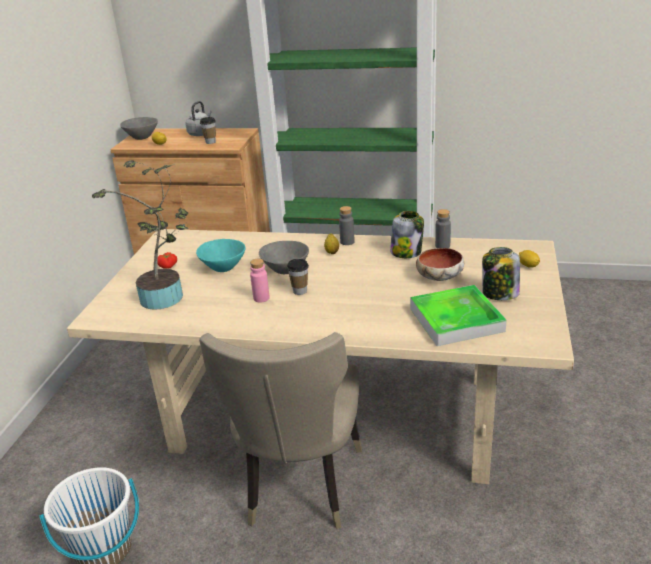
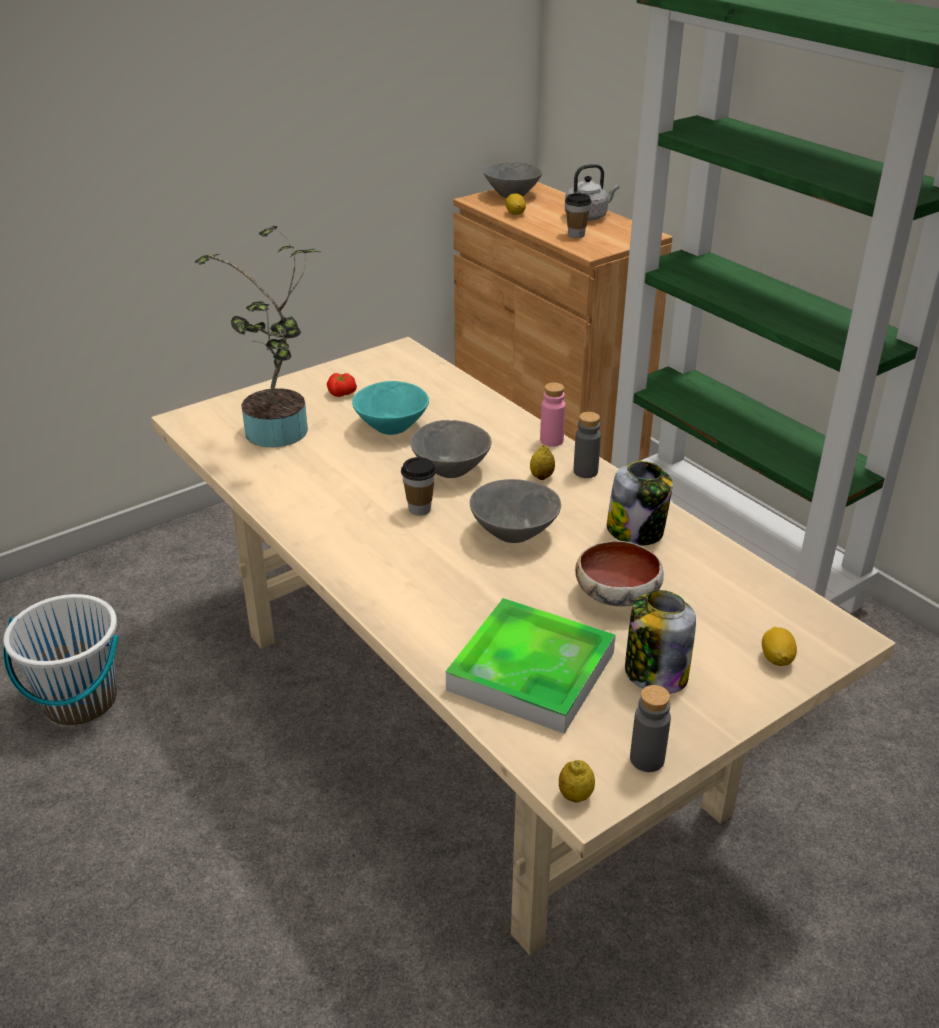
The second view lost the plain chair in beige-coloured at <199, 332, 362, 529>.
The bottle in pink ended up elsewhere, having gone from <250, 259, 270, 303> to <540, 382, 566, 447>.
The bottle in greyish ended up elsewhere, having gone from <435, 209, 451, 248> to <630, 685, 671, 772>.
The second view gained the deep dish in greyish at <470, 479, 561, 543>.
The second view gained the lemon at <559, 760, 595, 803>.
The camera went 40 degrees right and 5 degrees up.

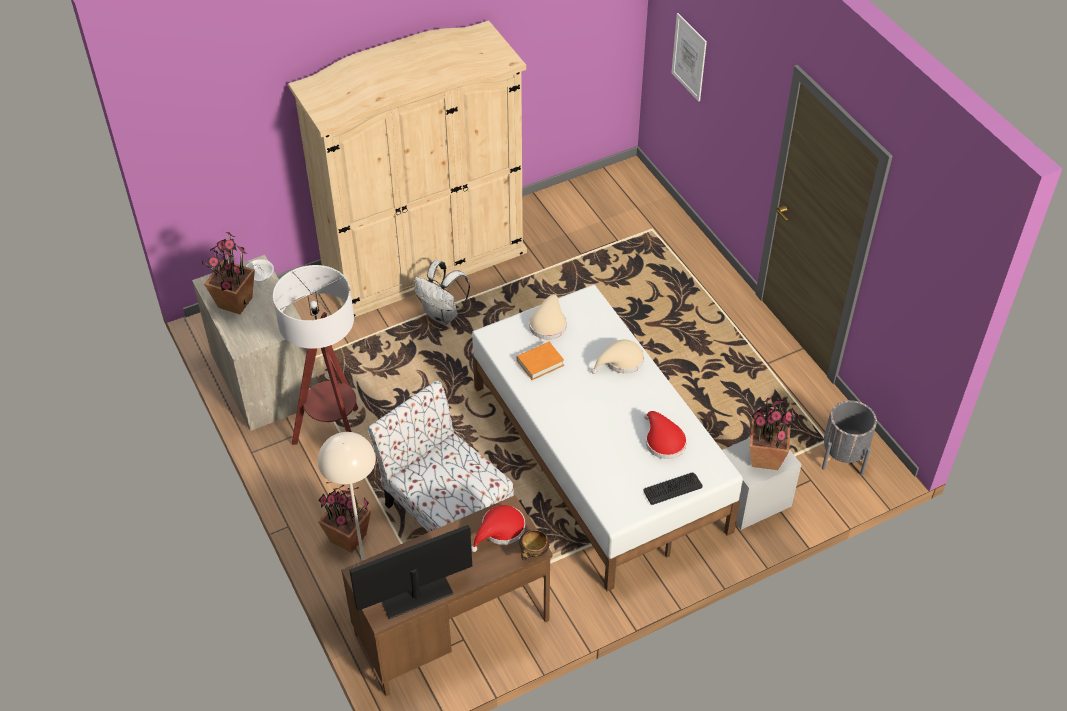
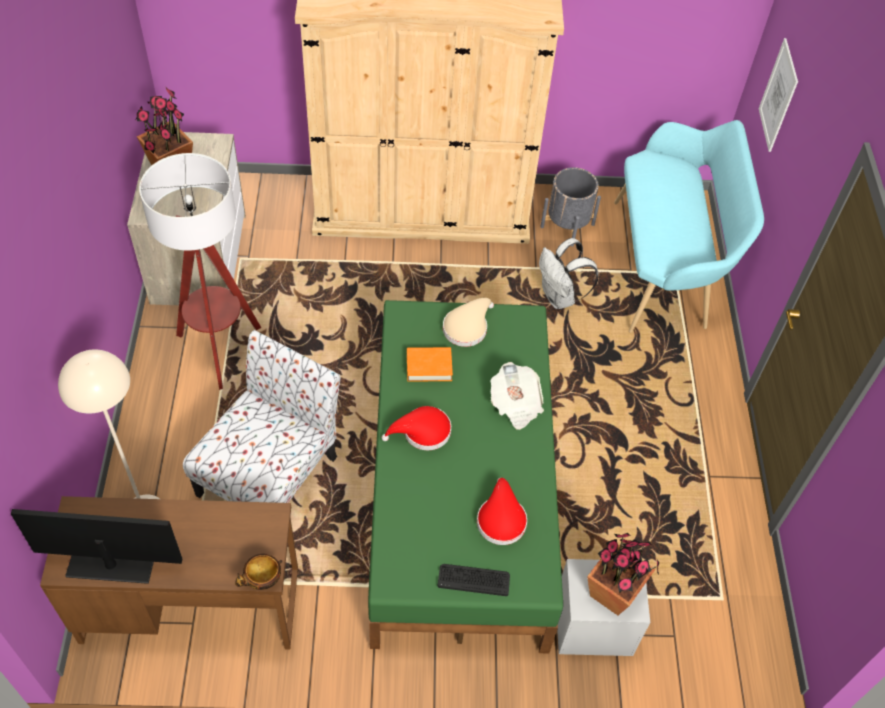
The second view lost the deep dish at <246, 259, 274, 282>.
The second view lost the potted plant at <318, 482, 371, 553>.
The plain chair at <368, 380, 514, 532> ended up facing another way, 45 degrees clockwise from before.
The backpack in white ended up elsewhere, having gone from <415, 260, 470, 325> to <539, 238, 599, 309>.
The clothing hat in red ended up elsewhere, having gone from <471, 505, 525, 552> to <382, 406, 451, 450>.
What was the sleeping bed in white at <472, 285, 743, 592> turned into the sleeping bed in green-coloured at <368, 300, 563, 654>.
Where the clothing hat in beige-coloured stood at <591, 339, 644, 374>, the newspaper came to stand at <491, 362, 544, 430>.
The plant pot in greyish ended up elsewhere, having gone from <822, 400, 877, 476> to <540, 167, 601, 247>.
The second view gained the long seat in turquoise at <614, 120, 764, 333>.
The camera went 25 degrees right and 5 degrees up.

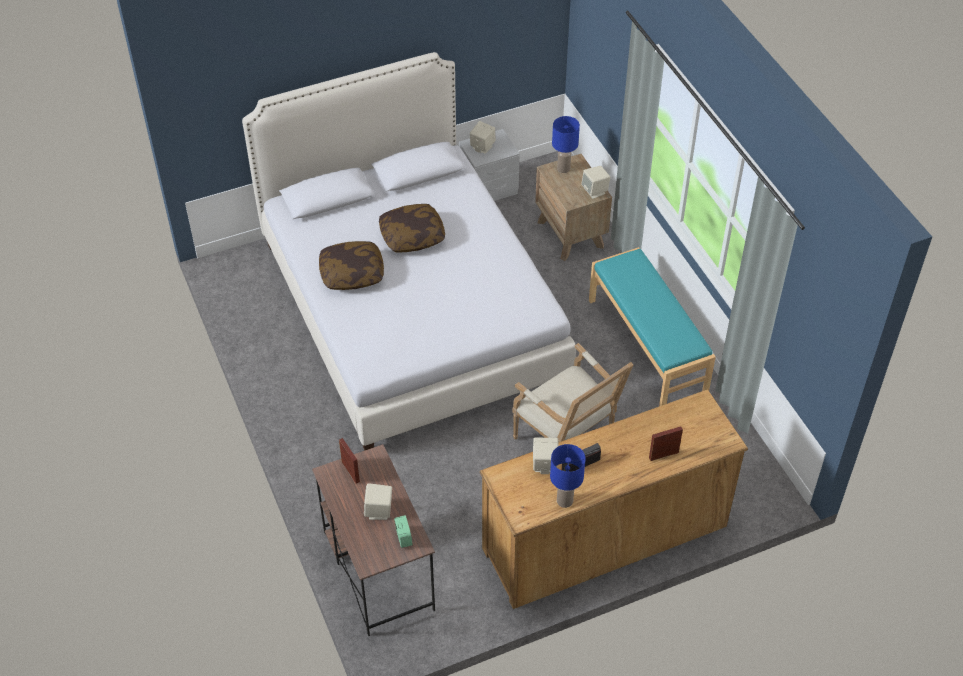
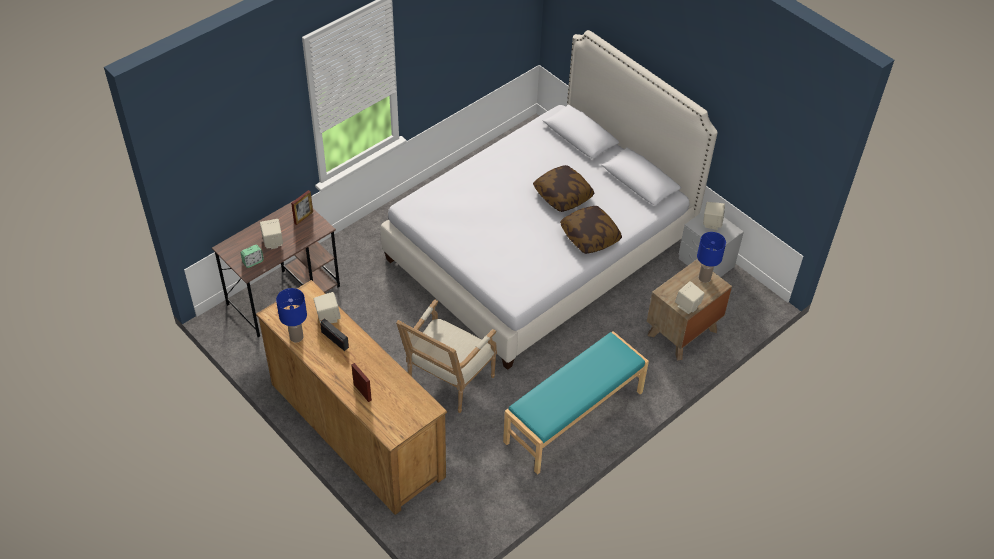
The cushion ended up elsewhere, having gone from <319, 241, 384, 290> to <560, 206, 622, 254>.
The camera went 70 degrees right and 0 degrees up.

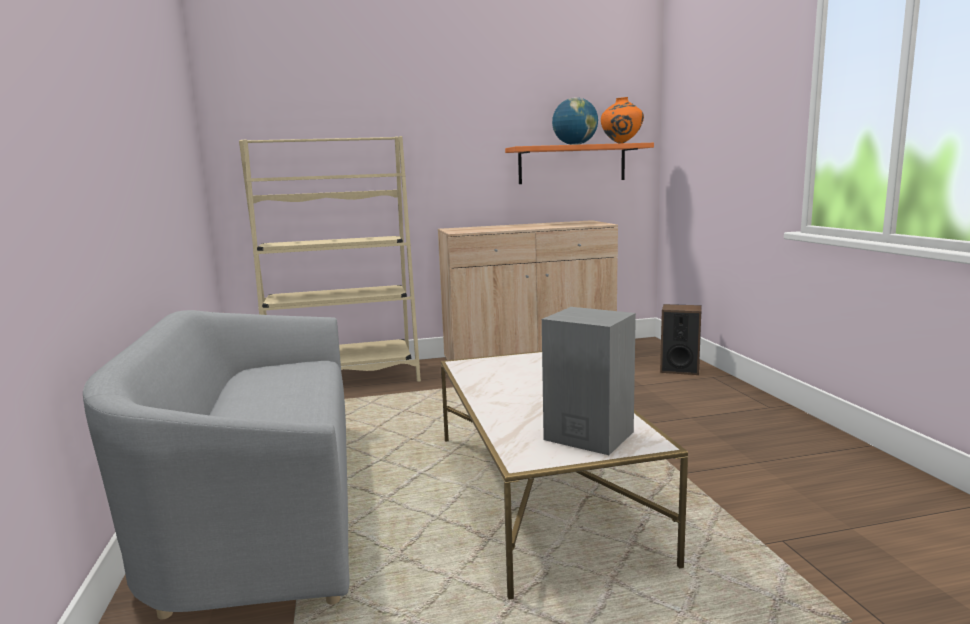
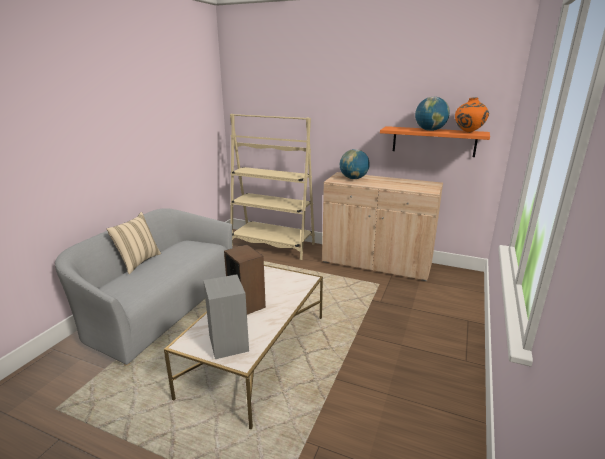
The audio speaker ended up elsewhere, having gone from <660, 304, 702, 375> to <224, 245, 266, 314>.
The second view gained the cushion in beige-coloured at <106, 212, 161, 274>.
The second view gained the world globe at <340, 149, 370, 179>.
The camera went 35 degrees right and 10 degrees up.

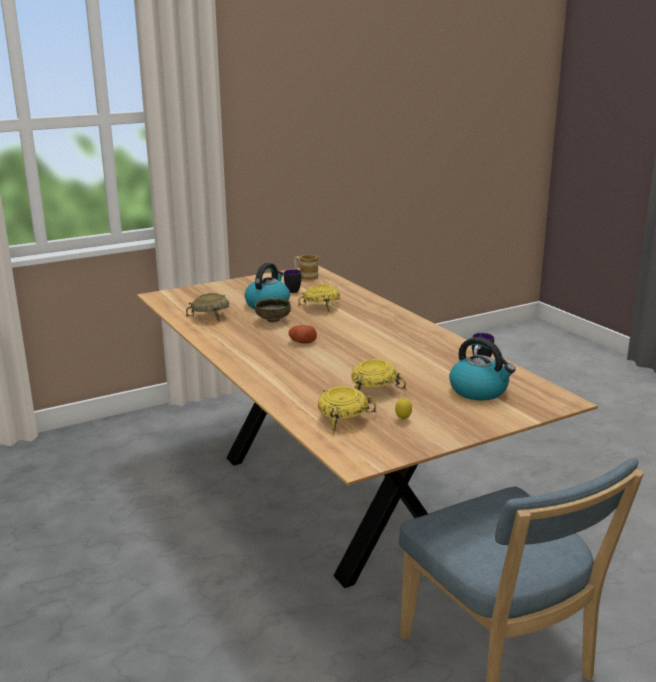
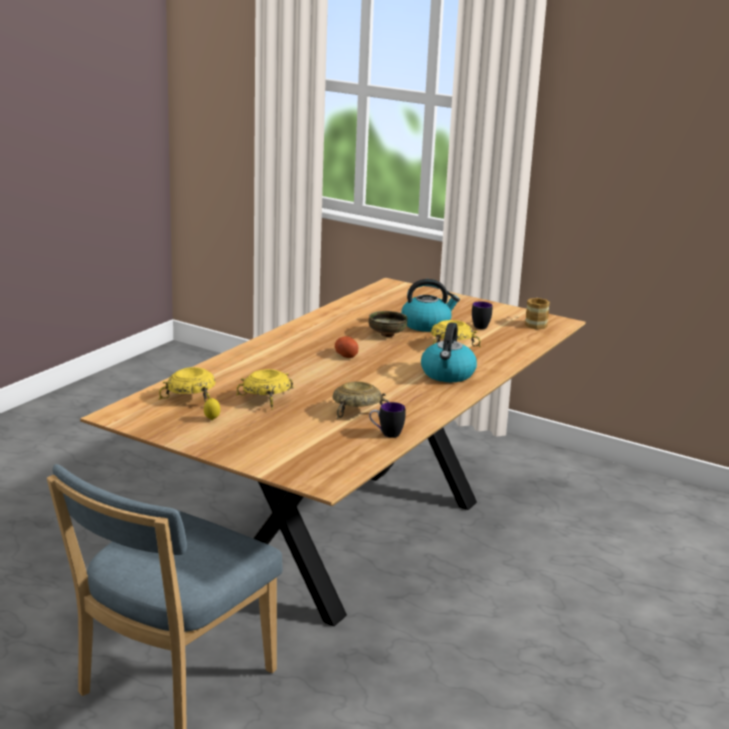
The deep dish in beige-coloured ended up elsewhere, having gone from <186, 293, 230, 322> to <332, 381, 389, 419>.
The kettle ended up elsewhere, having gone from <449, 337, 516, 400> to <421, 322, 477, 382>.
The camera went 60 degrees right and 0 degrees up.

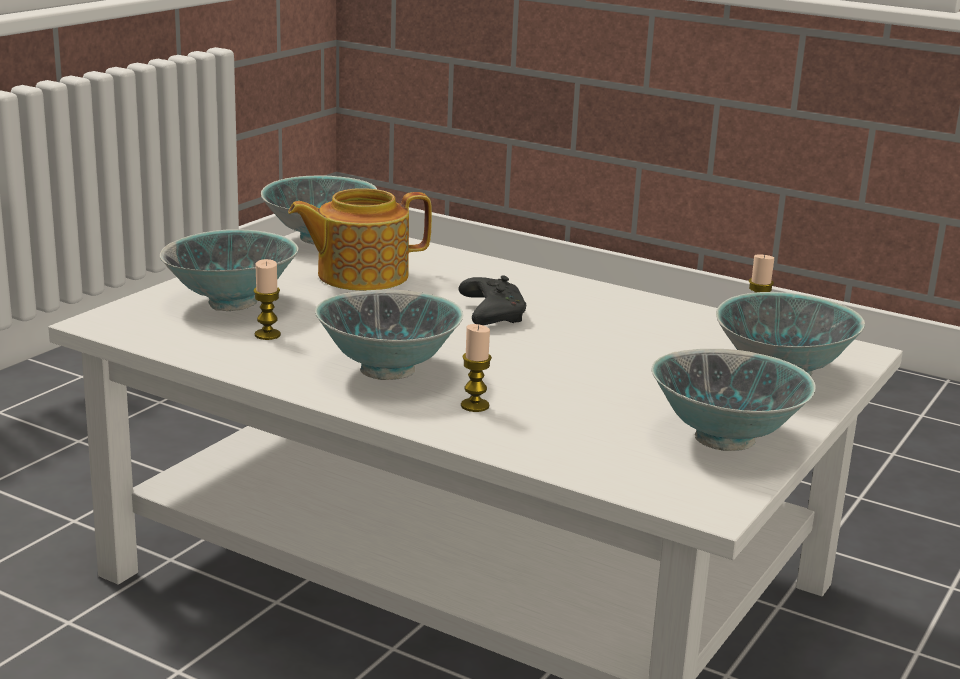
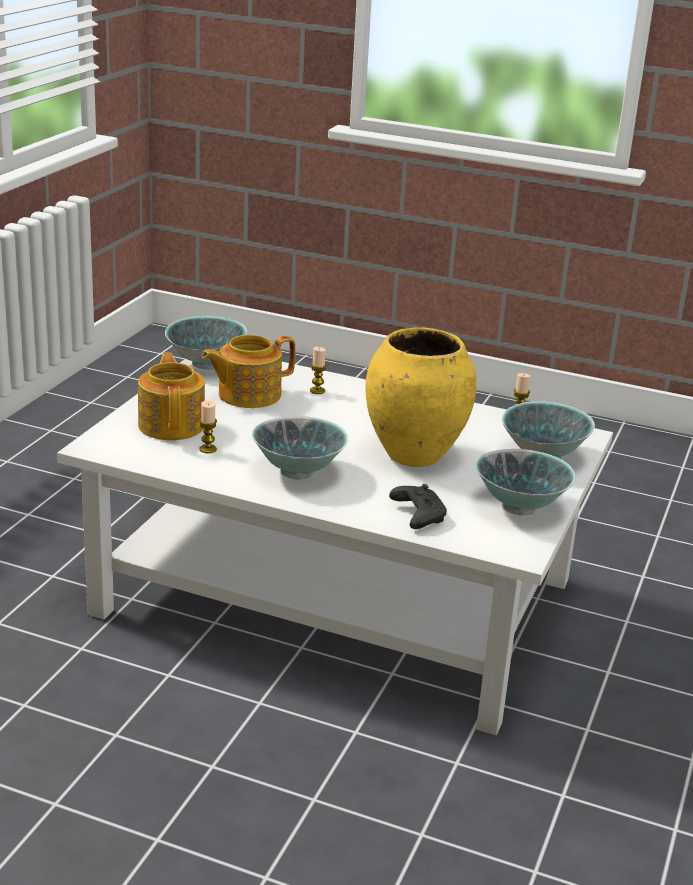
Where the deep dish stood at <160, 229, 298, 311>, the teapot came to stand at <138, 352, 205, 440>.
The joypad in black-coloured ended up elsewhere, having gone from <459, 275, 526, 325> to <389, 484, 447, 529>.
The wax candle ended up elsewhere, having gone from <461, 324, 492, 412> to <310, 347, 327, 394>.
The second view gained the decorative vase in yellow at <365, 327, 476, 467>.
The camera went 10 degrees left and 5 degrees up.

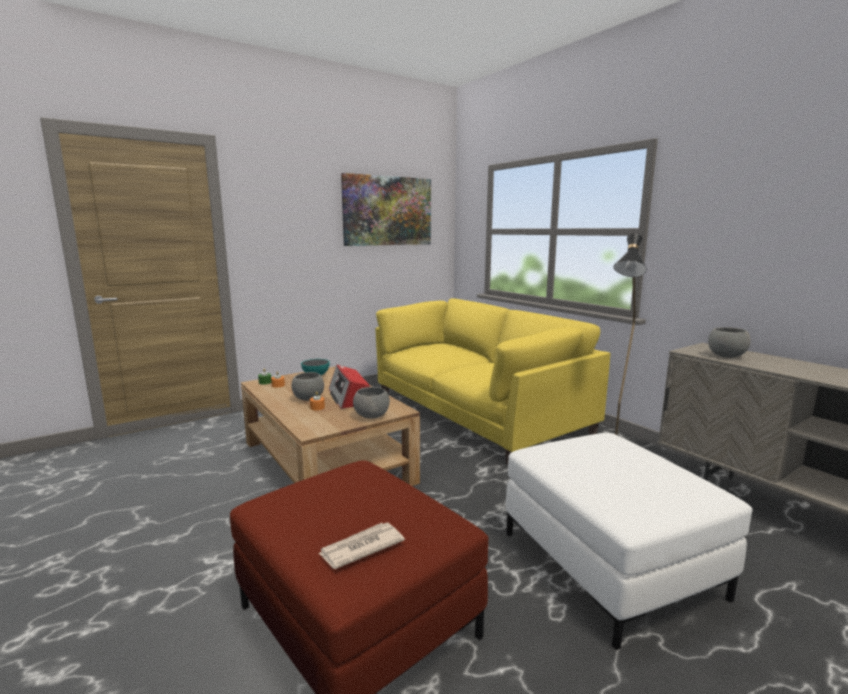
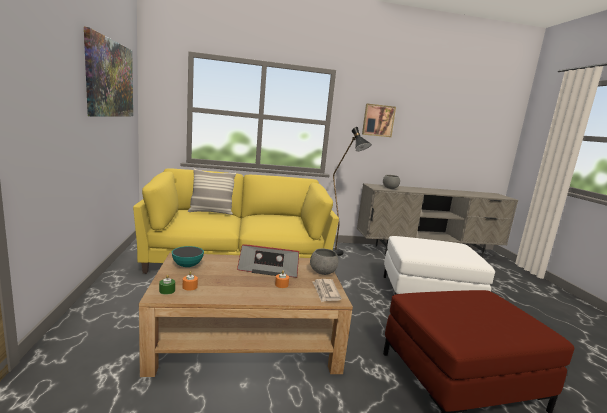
The second view lost the deep dish in greyish at <292, 372, 324, 401>.
The newspaper ended up elsewhere, having gone from <318, 523, 405, 569> to <312, 279, 342, 302>.
The second view gained the cushion at <188, 168, 236, 215>.
The second view gained the picture at <362, 104, 396, 137>.
The camera went 65 degrees left and 0 degrees up.

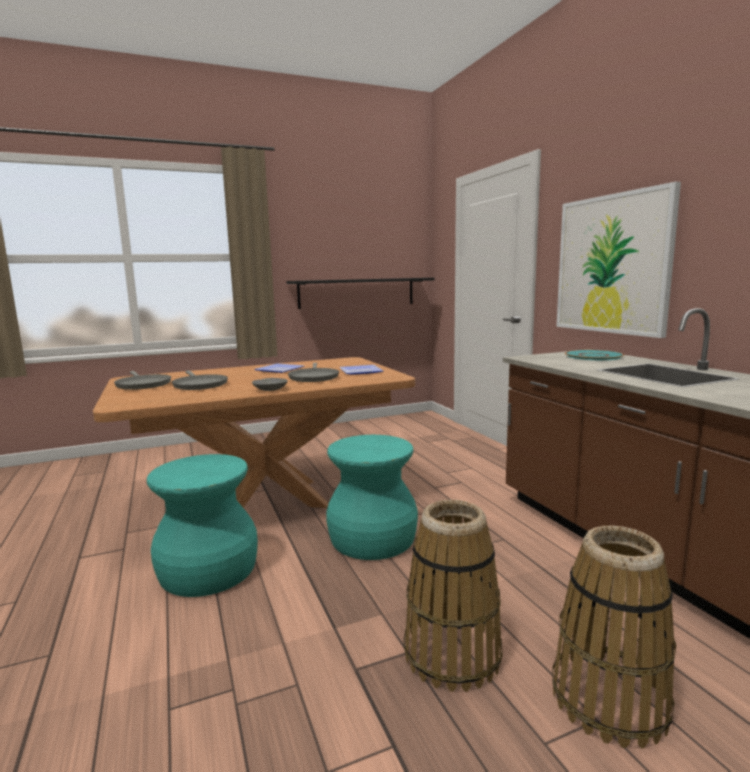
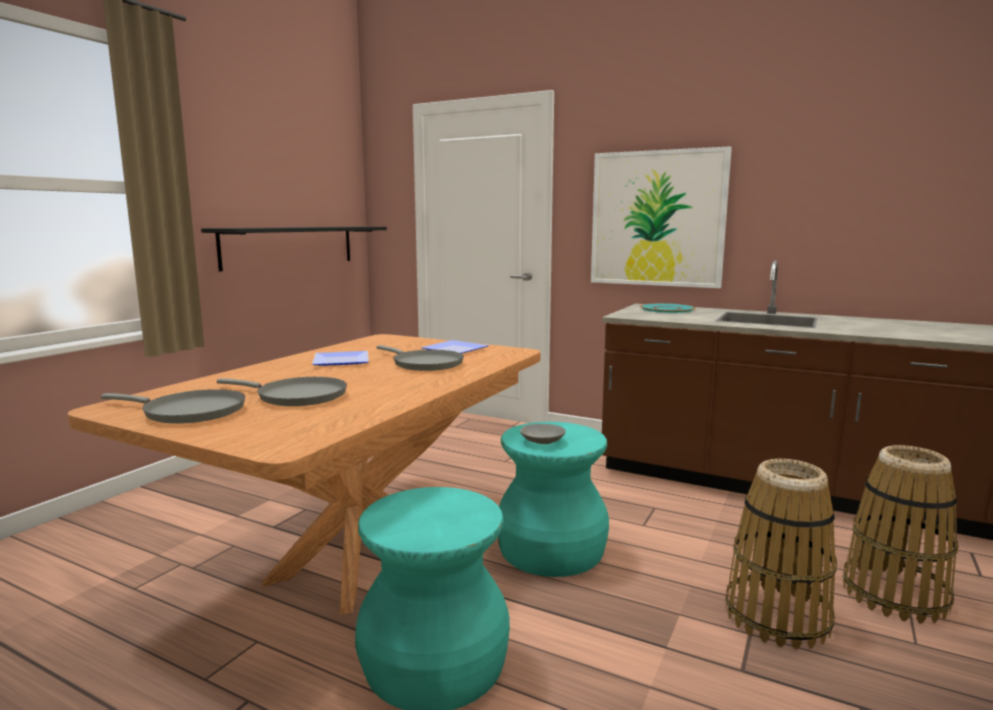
The deep dish in greyish ended up elsewhere, having gone from <252, 378, 288, 391> to <520, 424, 566, 444>.
The camera went 40 degrees left and 0 degrees up.

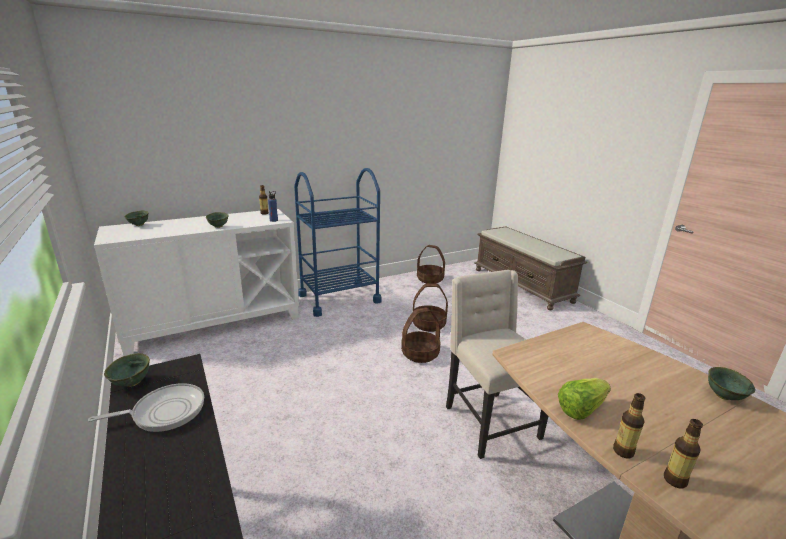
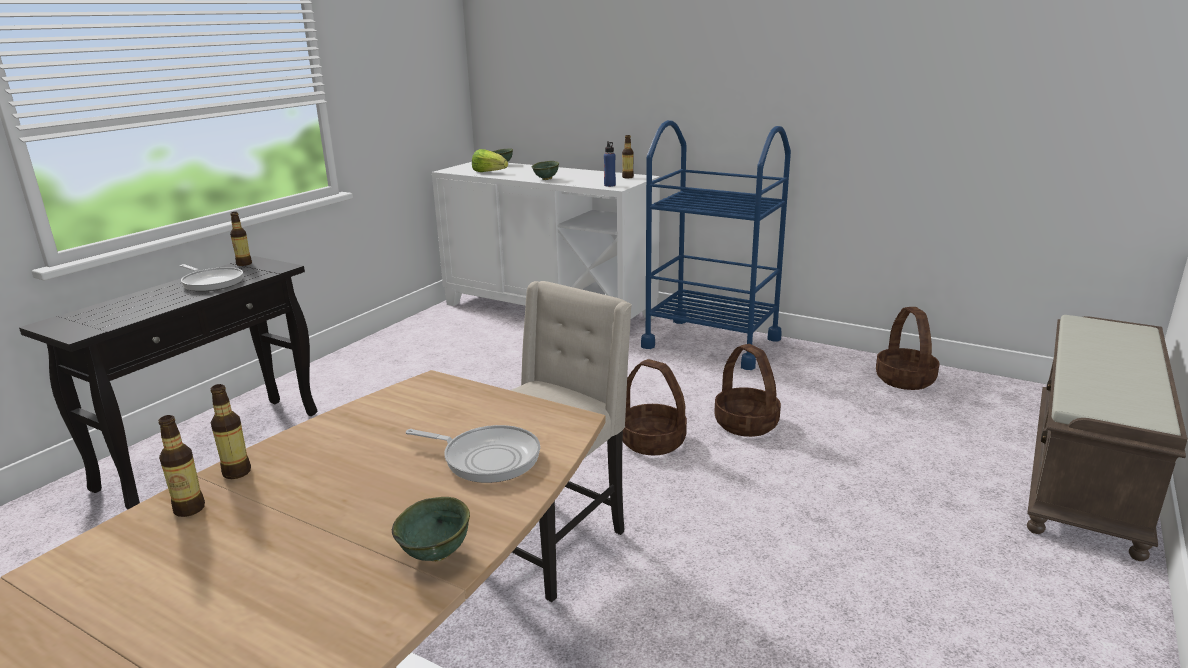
Where the deep dish in green-coloured stood at <104, 353, 150, 387>, the bottle came to stand at <230, 212, 252, 266>.
The lettuce head ended up elsewhere, having gone from <558, 378, 611, 420> to <472, 149, 508, 172>.
The second view gained the skillet at <406, 425, 540, 483>.
The camera went 60 degrees right and 0 degrees up.

